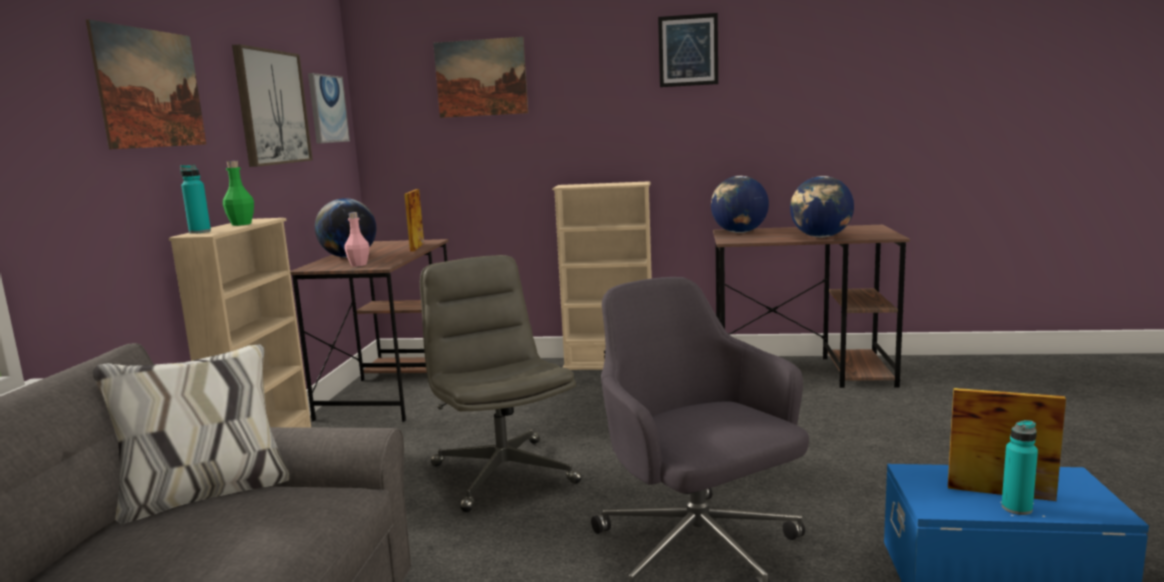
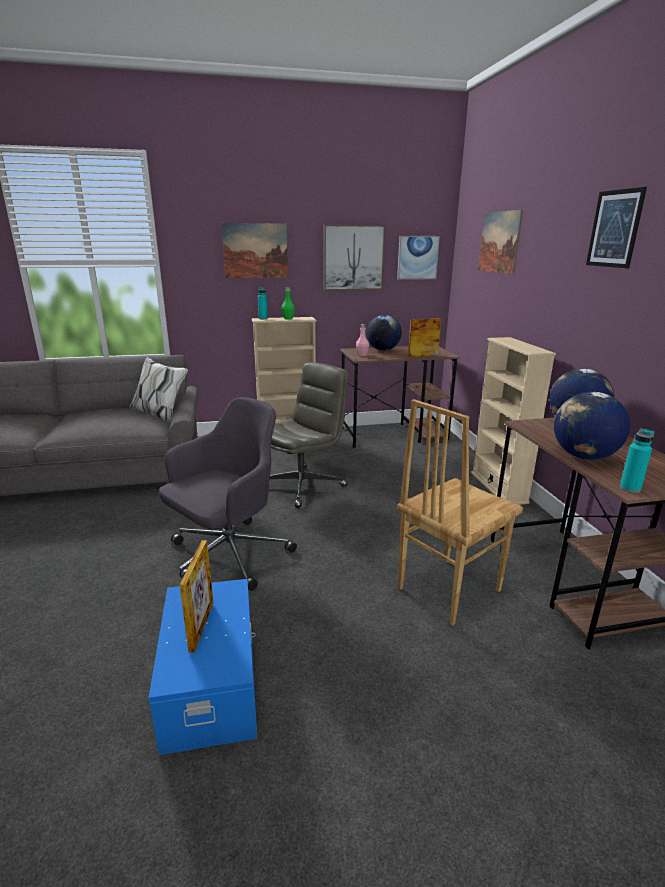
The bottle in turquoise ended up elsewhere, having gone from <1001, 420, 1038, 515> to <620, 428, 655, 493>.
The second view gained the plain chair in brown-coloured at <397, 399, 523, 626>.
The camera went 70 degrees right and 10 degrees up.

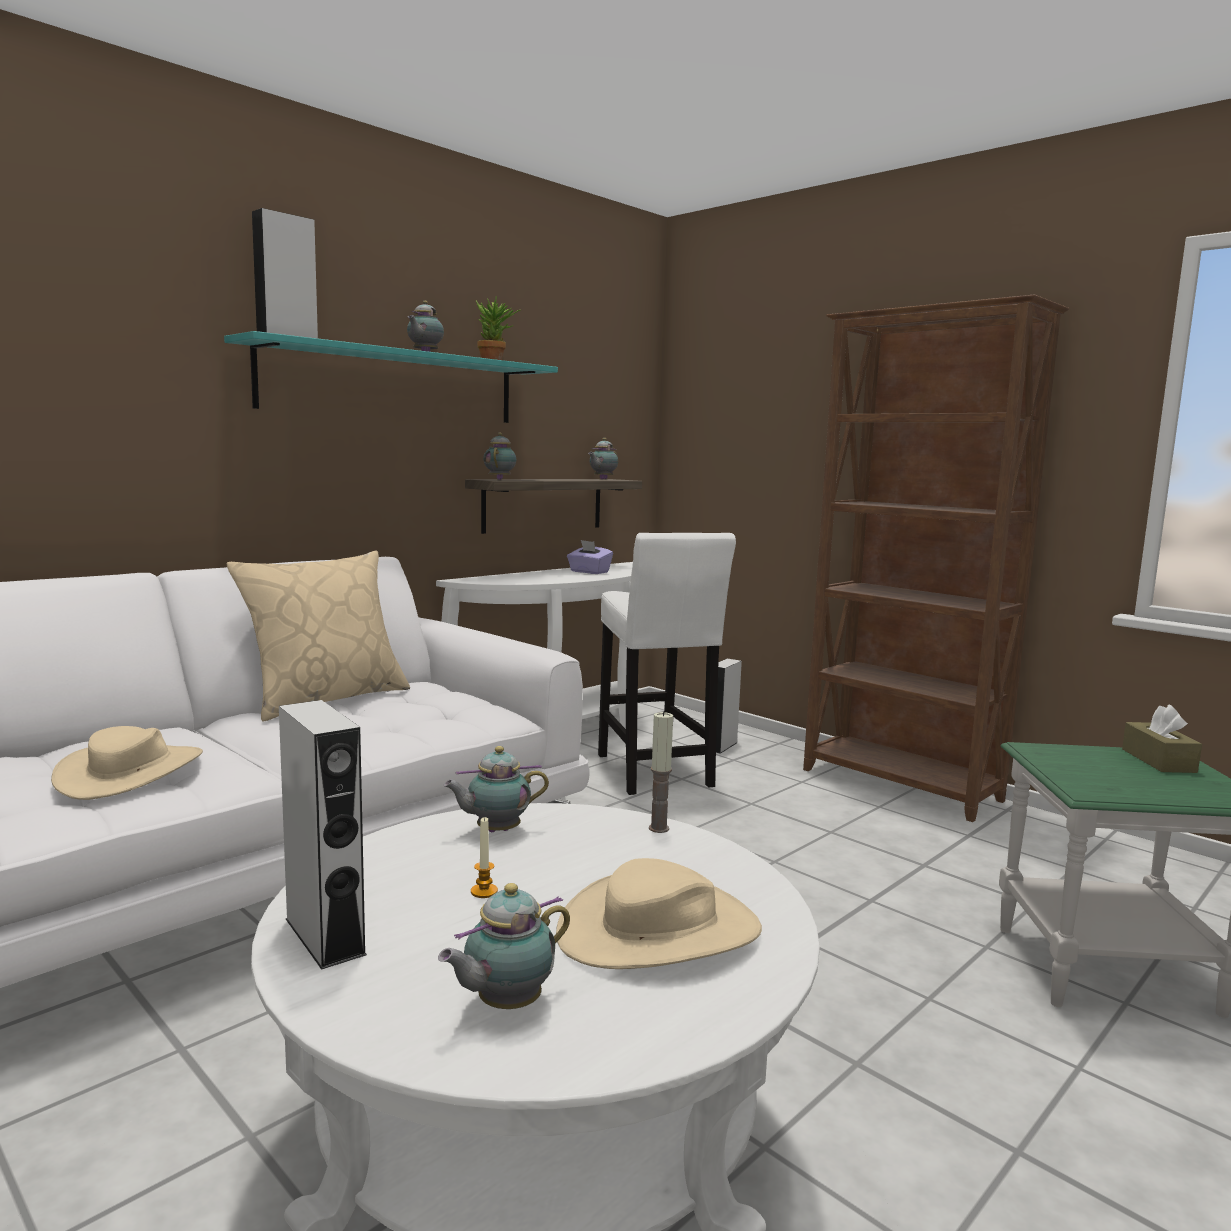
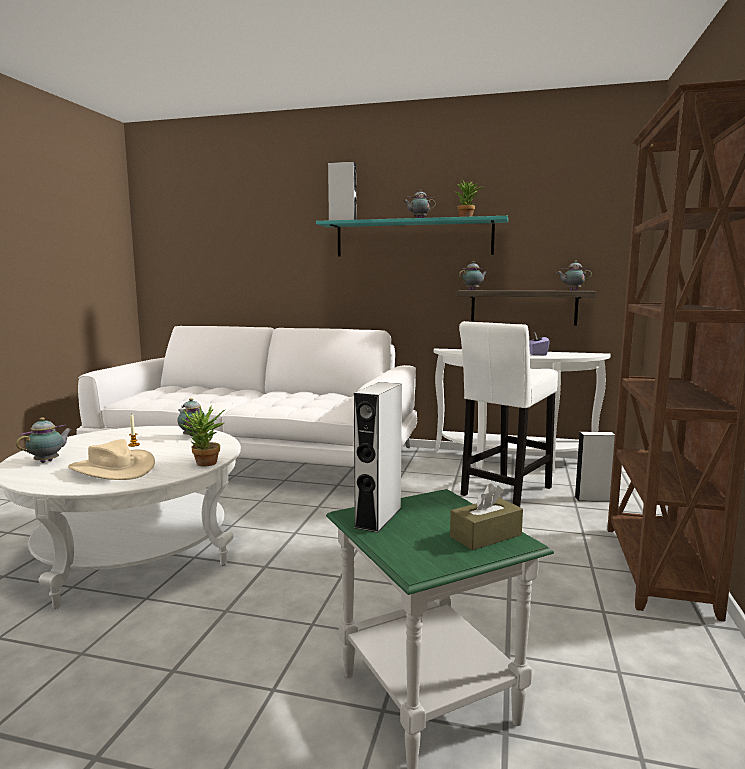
The second view lost the clothing hat in beige-coloured at <51, 726, 203, 800>.
The second view lost the cushion in beige-coloured at <227, 551, 410, 721>.
The audio speaker in greyish ended up elsewhere, having gone from <279, 700, 367, 970> to <354, 382, 402, 533>.
The teapot at <438, 883, 570, 1009> ended up facing another way, 105 degrees clockwise from before.
The second view lost the wax candle at <649, 711, 673, 833>.
The second view gained the potted plant at <181, 405, 225, 467>.
The camera went 60 degrees right and 0 degrees up.

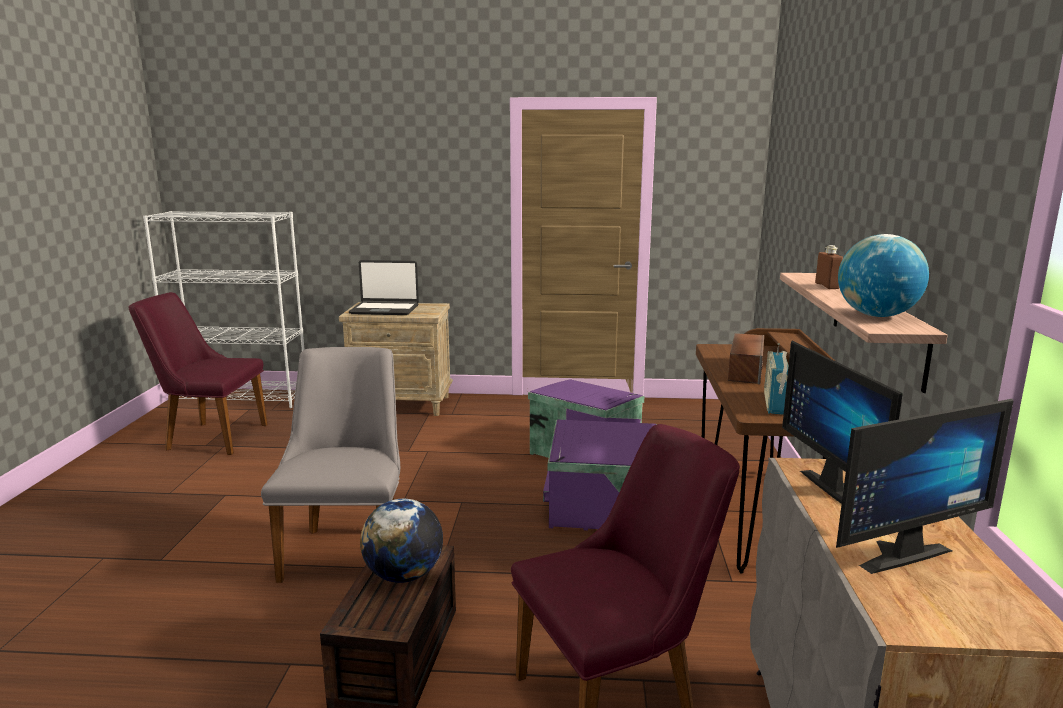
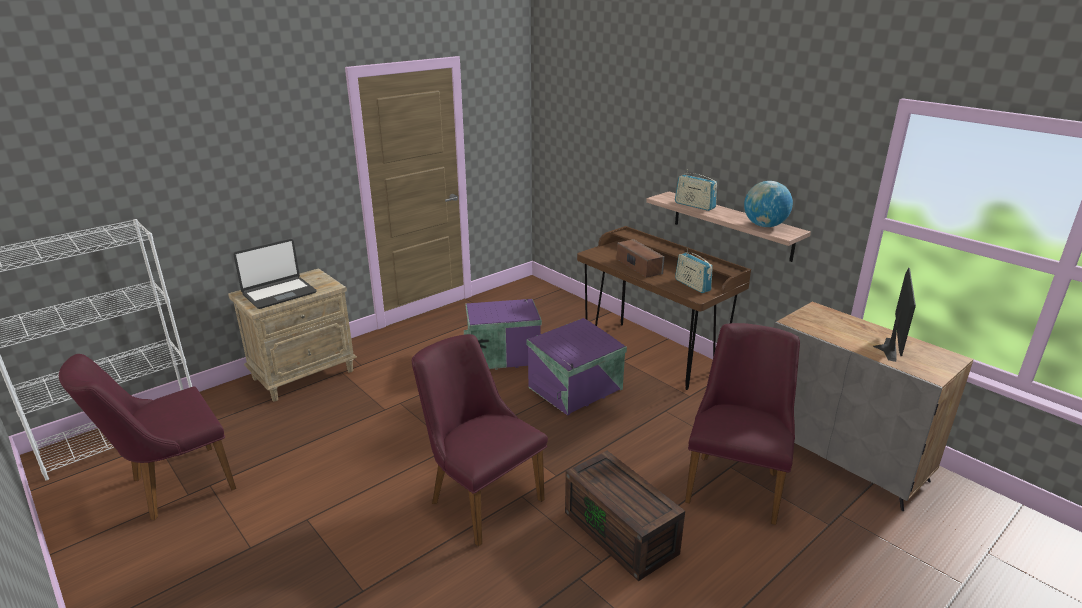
What was the plain chair in greyish at <261, 347, 400, 583> turned into the plain chair in purple-coloured at <412, 334, 548, 547>.
The second view lost the world globe at <360, 499, 443, 583>.
The second view lost the monitor at <782, 341, 903, 504>.
Where the bottle in brown-coloured stood at <815, 245, 843, 289>, the radio came to stand at <675, 169, 717, 211>.
The camera went 45 degrees left and 10 degrees up.

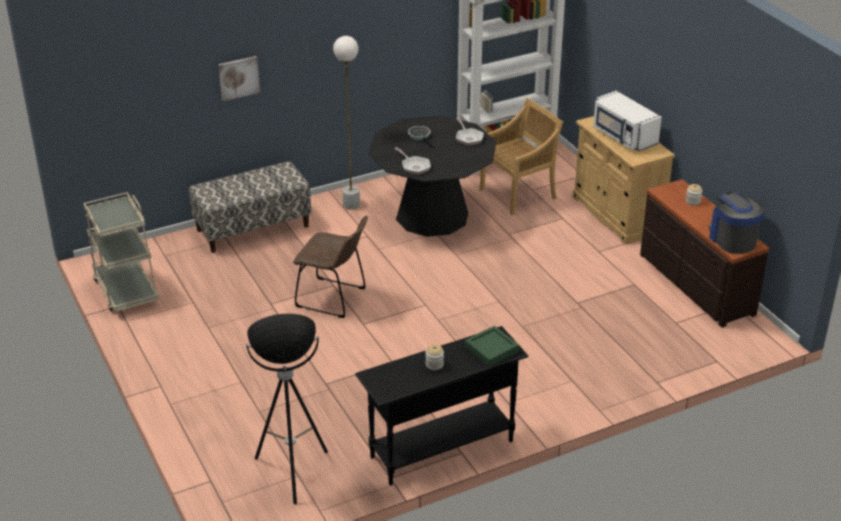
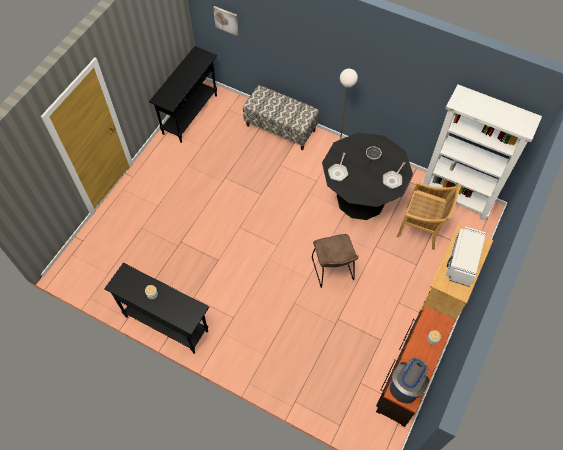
Where the cart in beige-coloured stood at <84, 192, 159, 312>, the console table in black-coloured came to stand at <149, 46, 217, 143>.
The picture ended up elsewhere, having gone from <218, 56, 260, 101> to <213, 6, 239, 36>.
The second view lost the standing lamp at <246, 313, 328, 504>.
The plain chair in brown-coloured ended up elsewhere, having gone from <293, 216, 368, 318> to <312, 234, 359, 288>.
The second view lost the tray in green-coloured at <465, 326, 519, 366>.
The camera went 55 degrees right and 25 degrees up.

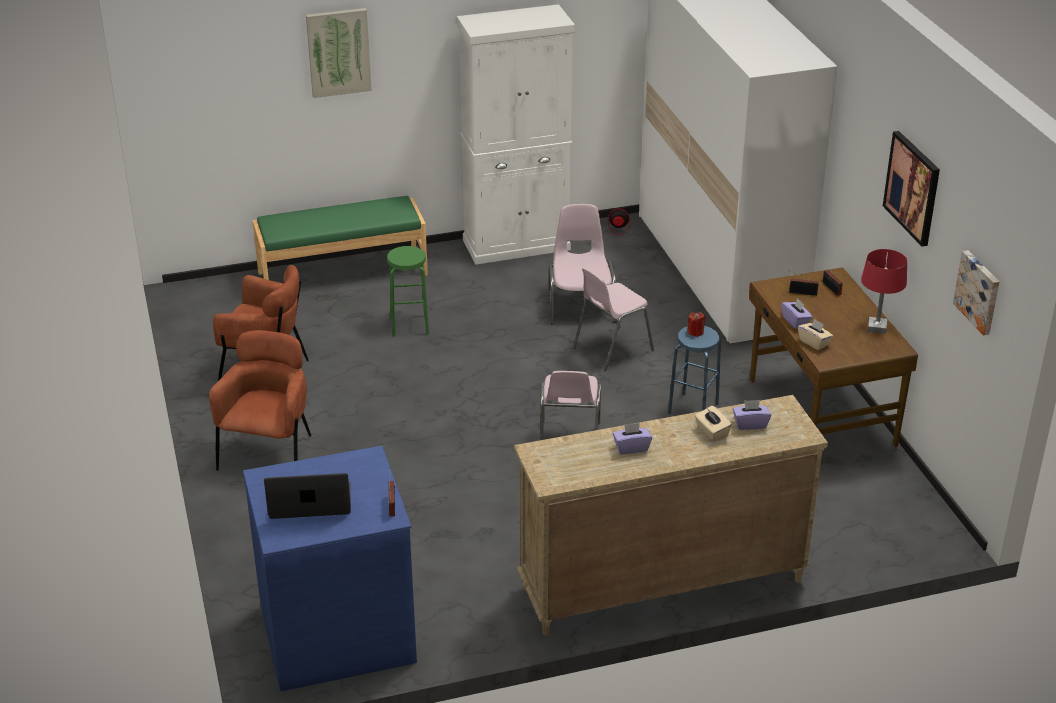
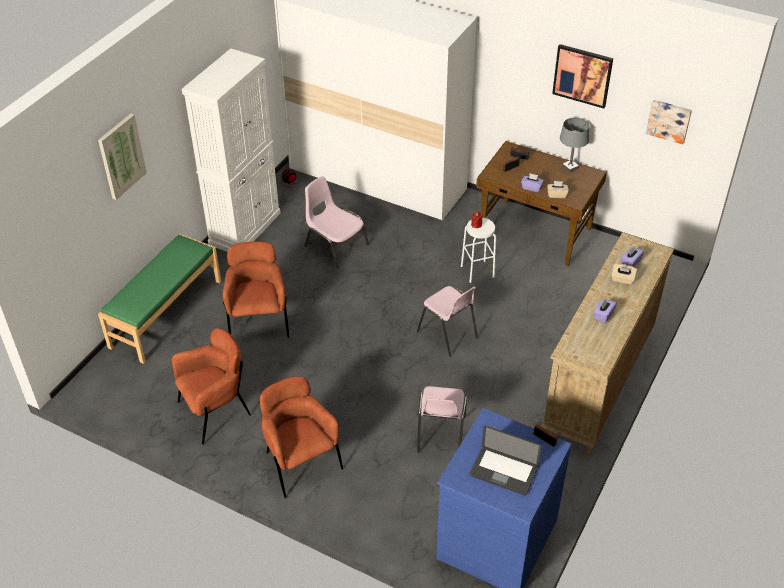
The portable computer at <264, 473, 351, 519> ended up facing another way, 105 degrees counterclockwise from before.
Where the stool in green-coloured stood at <387, 246, 429, 337>, the armchair in brown-coloured came to stand at <223, 241, 289, 338>.
The plain chair in pink ended up elsewhere, having gone from <573, 267, 654, 371> to <417, 386, 467, 453>.
What was the stool in bluish at <668, 326, 721, 414> turned into the stool in white at <461, 218, 496, 283>.
What was the table lamp in red at <861, 249, 907, 334> turned into the table lamp in greyish at <560, 117, 589, 173>.
The camera went 45 degrees left and 10 degrees up.

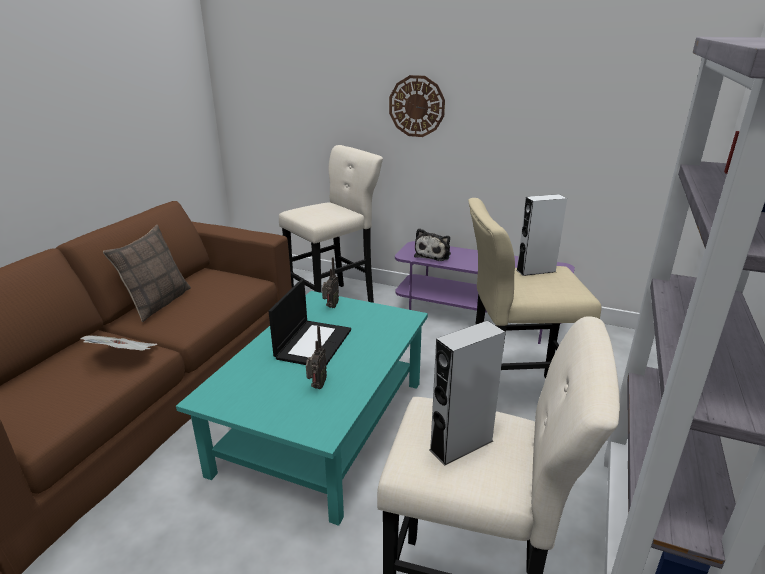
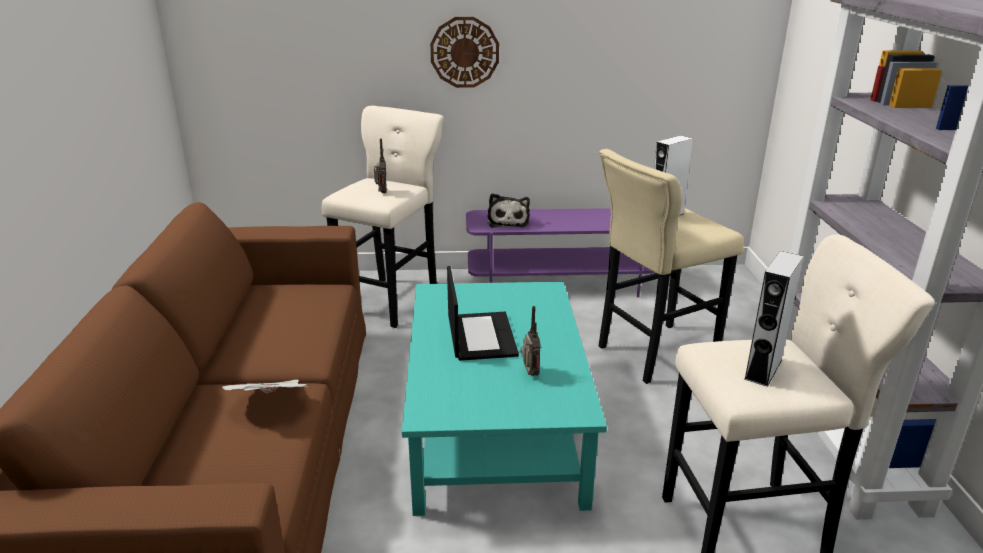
The second view lost the cushion at <103, 225, 191, 322>.
The radio ended up elsewhere, having gone from <322, 257, 339, 308> to <374, 138, 387, 193>.
The camera went 25 degrees left and 0 degrees up.

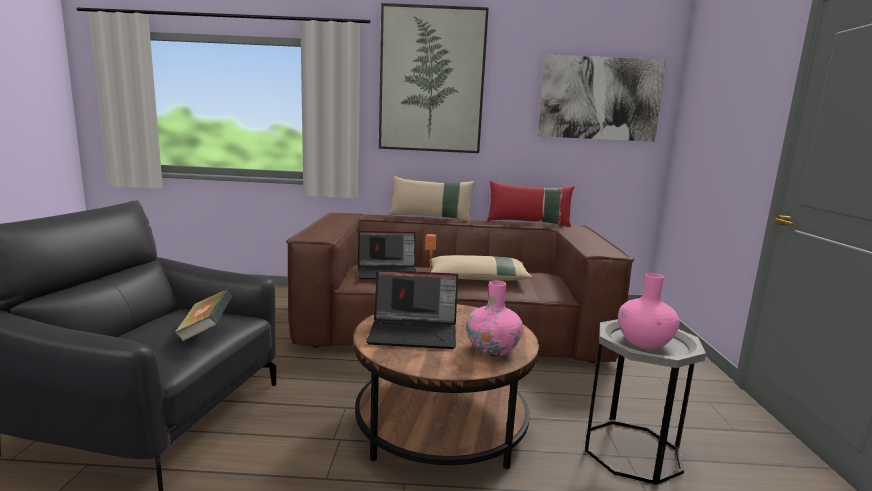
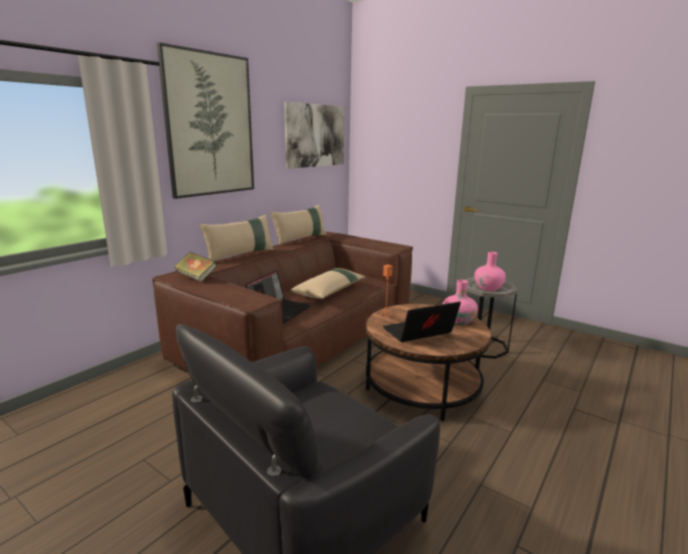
The volume ended up elsewhere, having gone from <174, 289, 232, 342> to <174, 252, 217, 282>.
The portable computer at <366, 270, 458, 349> ended up facing another way, 150 degrees counterclockwise from before.
What was the cushion in red at <487, 181, 574, 227> turned into the cushion in beige-coloured at <271, 204, 326, 245>.
The camera went 55 degrees left and 5 degrees up.

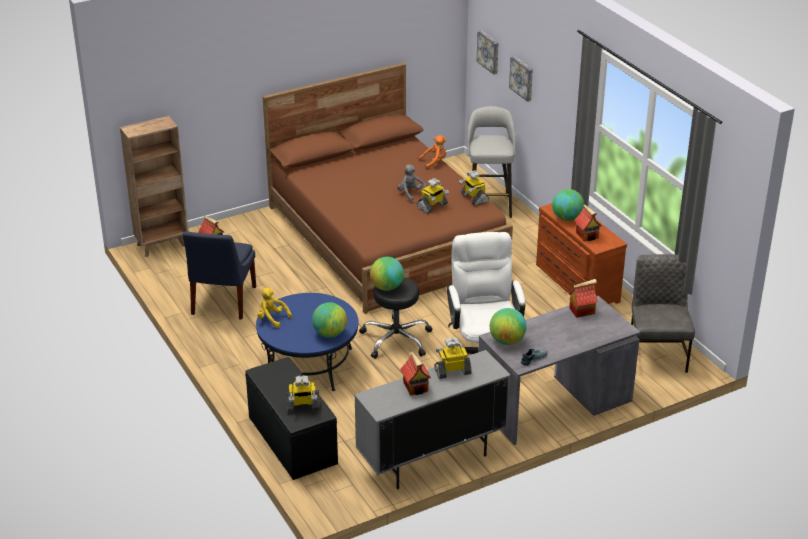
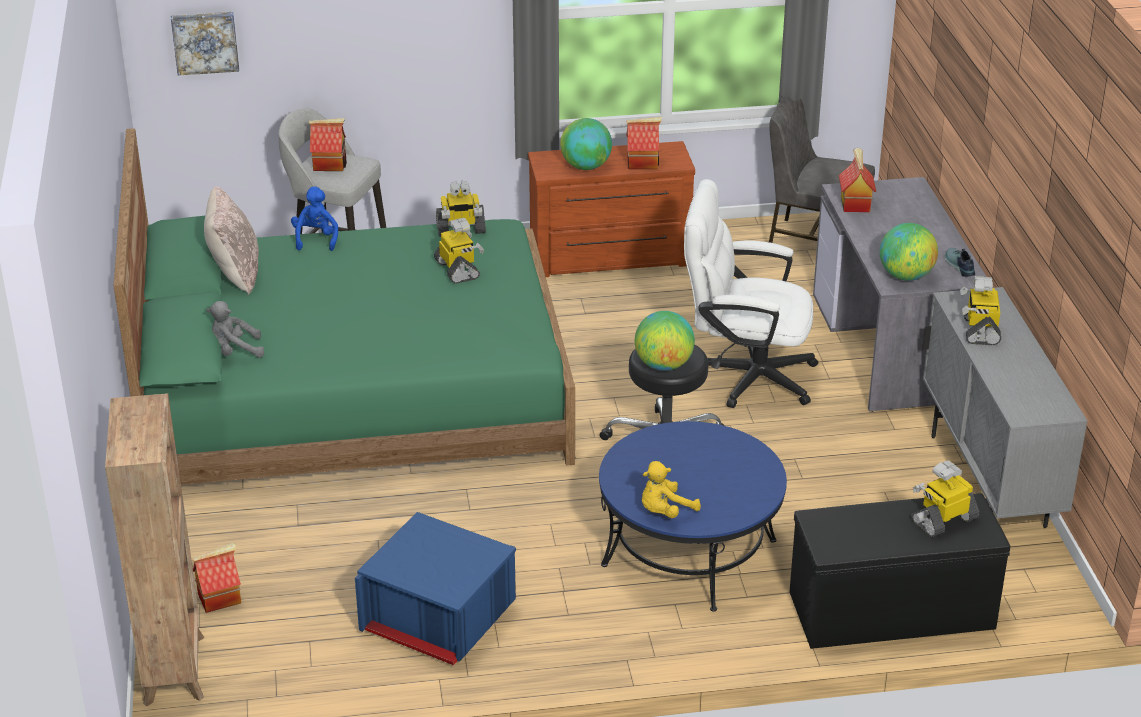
Where the plain chair in bluish stood at <182, 231, 256, 320>, the storage box in bluish came to stand at <355, 512, 516, 665>.
What was the sleeping bed in brown-coloured at <263, 63, 513, 314> turned into the sleeping bed in green-coloured at <113, 128, 575, 485>.
The robot figure at <286, 375, 320, 412> ended up facing another way, 135 degrees counterclockwise from before.
The second view lost the world globe at <312, 302, 347, 338>.
The plush toy in greyish ended up elsewhere, having gone from <397, 164, 427, 201> to <206, 301, 264, 358>.
The model house ended up elsewhere, having gone from <400, 351, 431, 396> to <309, 118, 347, 171>.
What was the plush toy in orange at <419, 135, 447, 169> turned into the plush toy in bluish at <291, 186, 338, 251>.
The second view lost the picture at <509, 56, 533, 102>.
The second view gained the cushion in beige-coloured at <204, 186, 259, 295>.
The camera went 70 degrees left and 0 degrees up.

